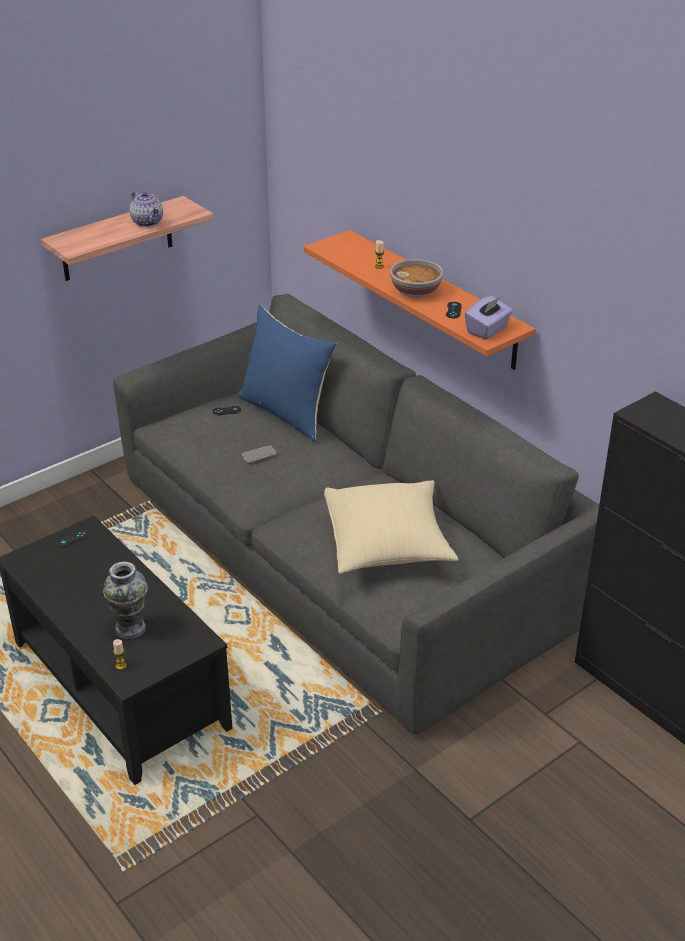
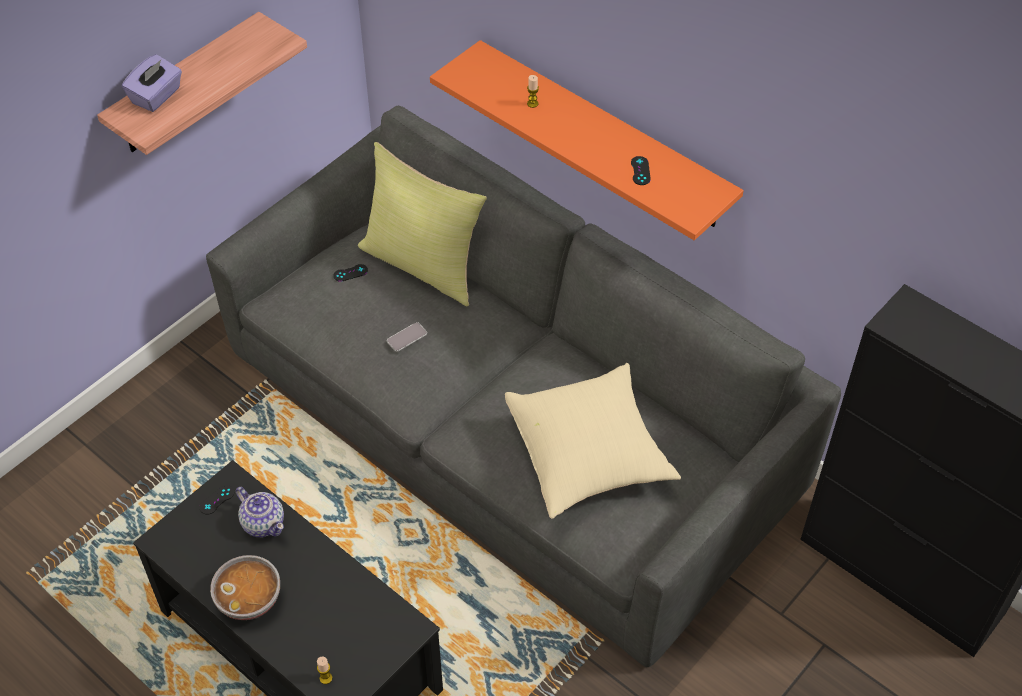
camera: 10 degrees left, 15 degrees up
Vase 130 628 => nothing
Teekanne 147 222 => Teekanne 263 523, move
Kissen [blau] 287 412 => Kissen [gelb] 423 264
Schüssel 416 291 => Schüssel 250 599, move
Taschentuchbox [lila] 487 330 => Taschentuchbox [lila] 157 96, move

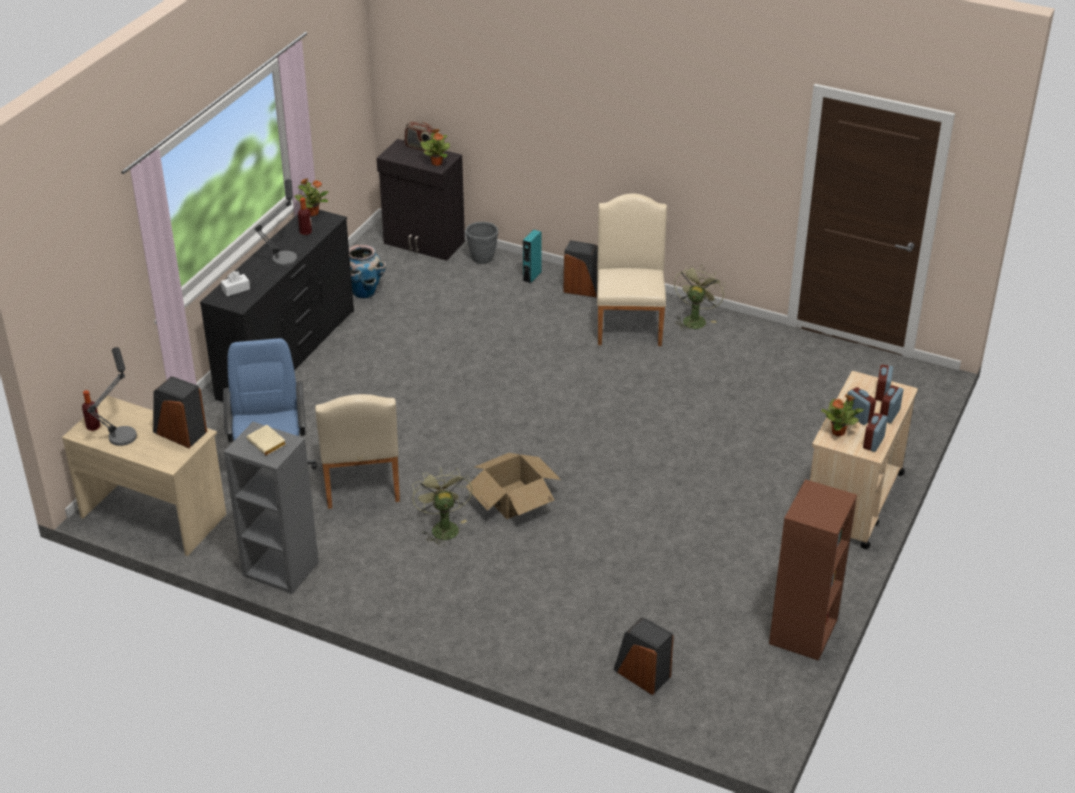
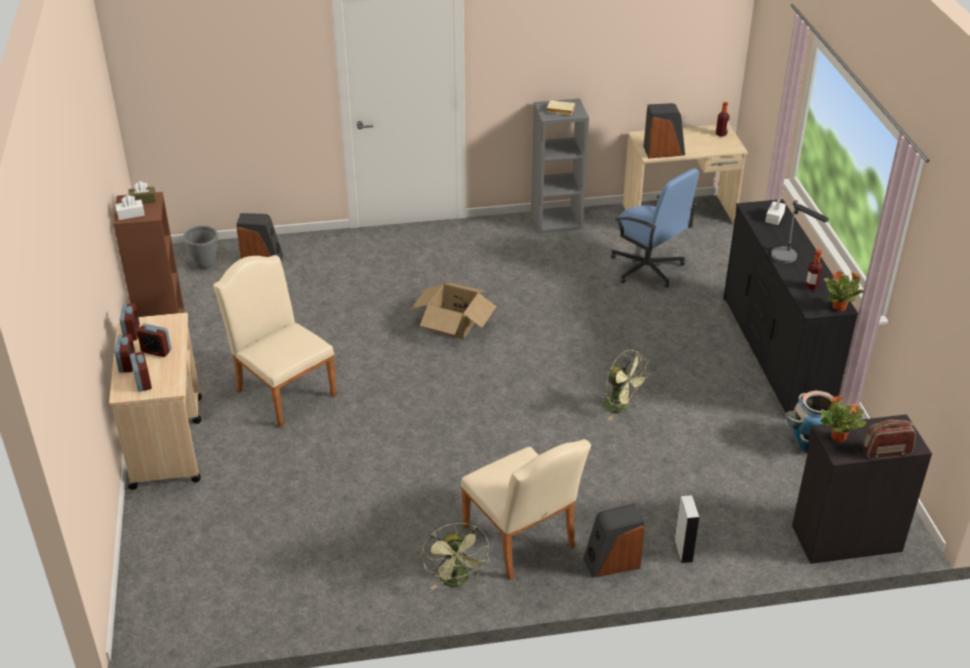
camera: 145 degrees right, 0 degrees up
Tischlampe 123 431 => nothing
Stuhl [beige] 361 484 => Stuhl [beige] 282 389, move
Ventilator [grün] 442 527 => Ventilator [grün] 621 407, move
Pflanzkübel [grau] 482 259 => Pflanzkübel [grau] 205 264, move
Lautsprecher [türkis] 532 276 => Lautsprecher [grau] 683 551
Topfpflanze 838 432 => nothing
nothing => Taschentuchbox [weiß] 131 214
nothing => Taschentuchbox [braun] 143 200

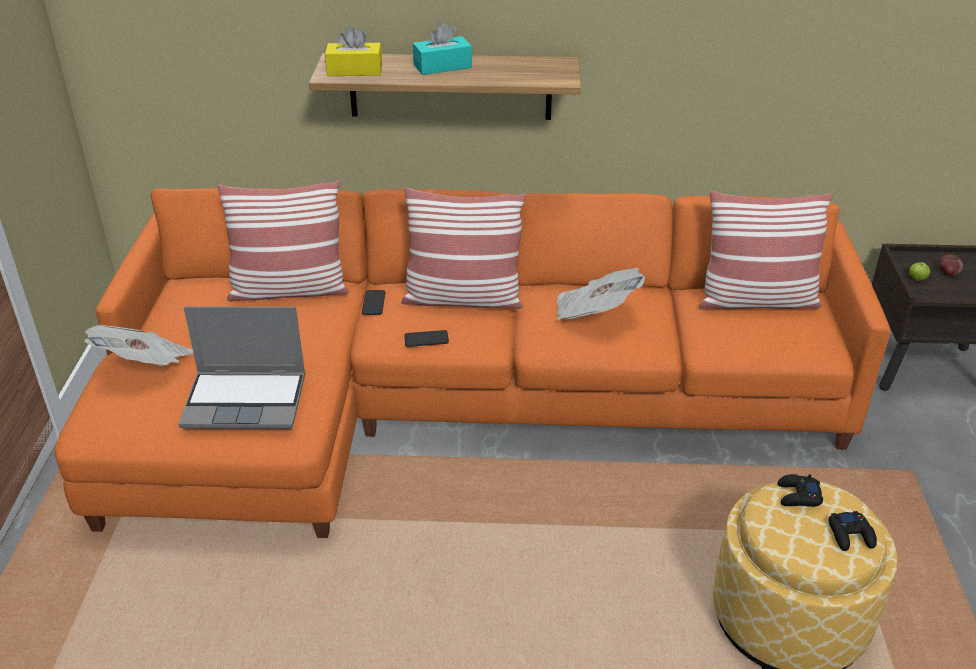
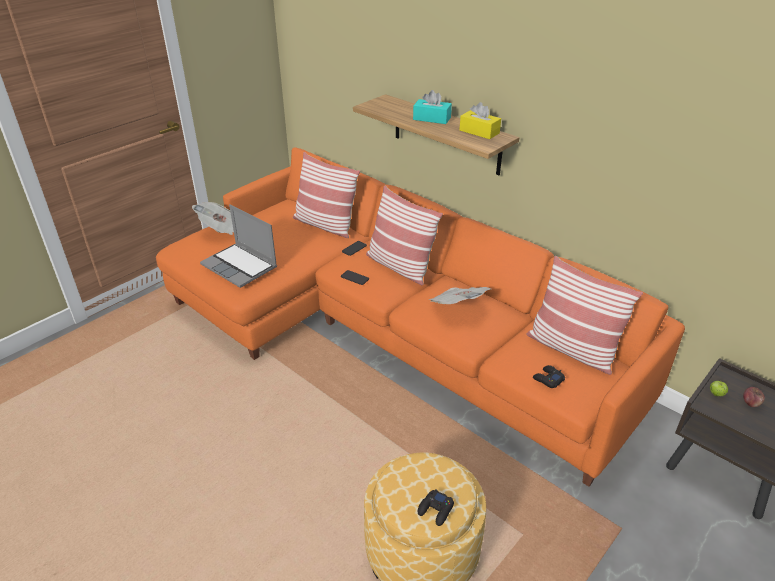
camera: 40 degrees right, 0 degrees up
Taschentuchbox [gelb] 354 70 => Taschentuchbox [gelb] 479 132, move
Gamepad [schwarz] 798 496 => Gamepad [schwarz] 548 379, move

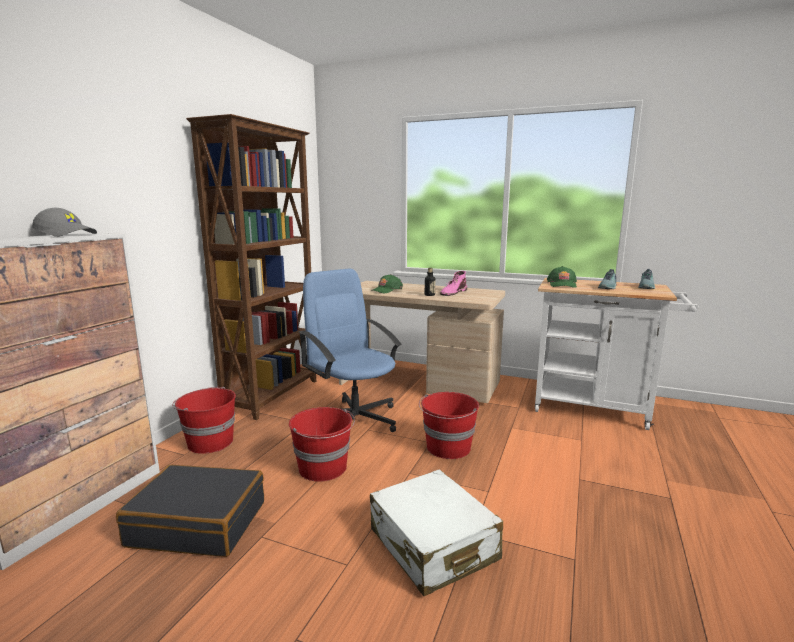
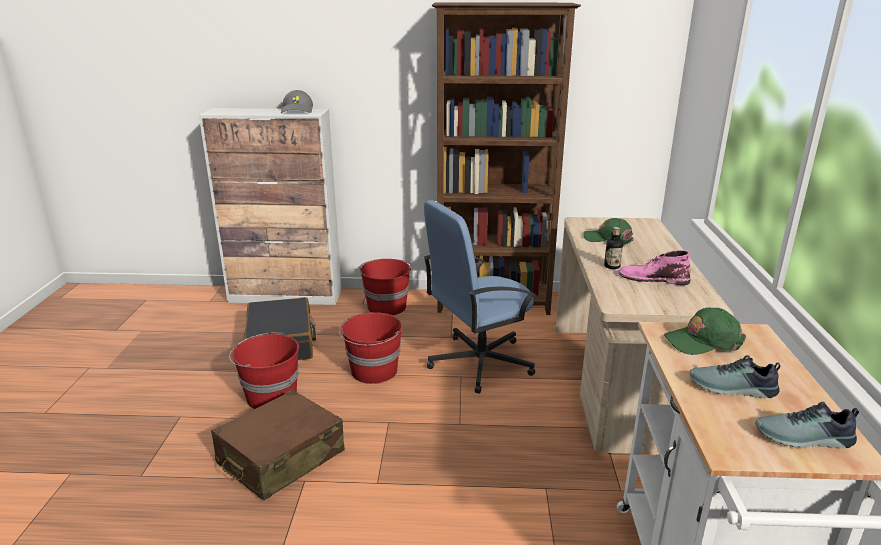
camera: 70 degrees right, 10 degrees up
Bürostuhl [blau] 355 419 => Bürostuhl [blau] 478 362, 150 degrees counterclockwise
Koffer [weiß] 432 545 => Koffer [braun] 280 458
Eimer [rot] 448 448 => Eimer [rot] 270 396, move

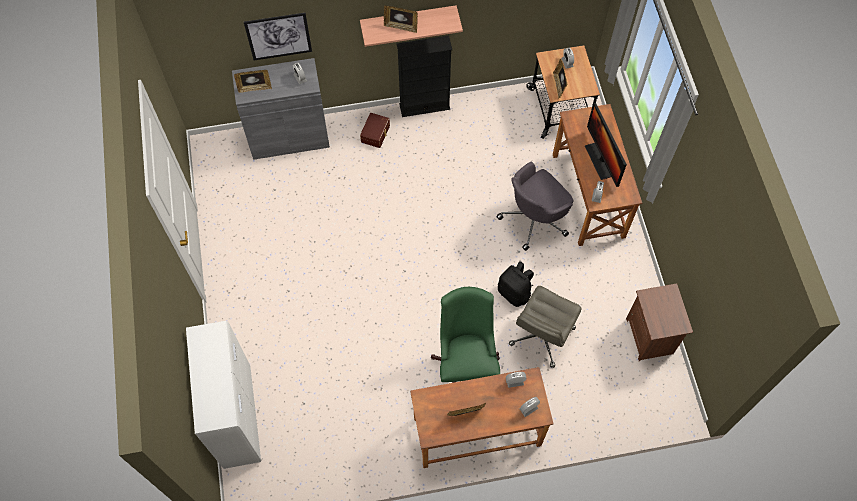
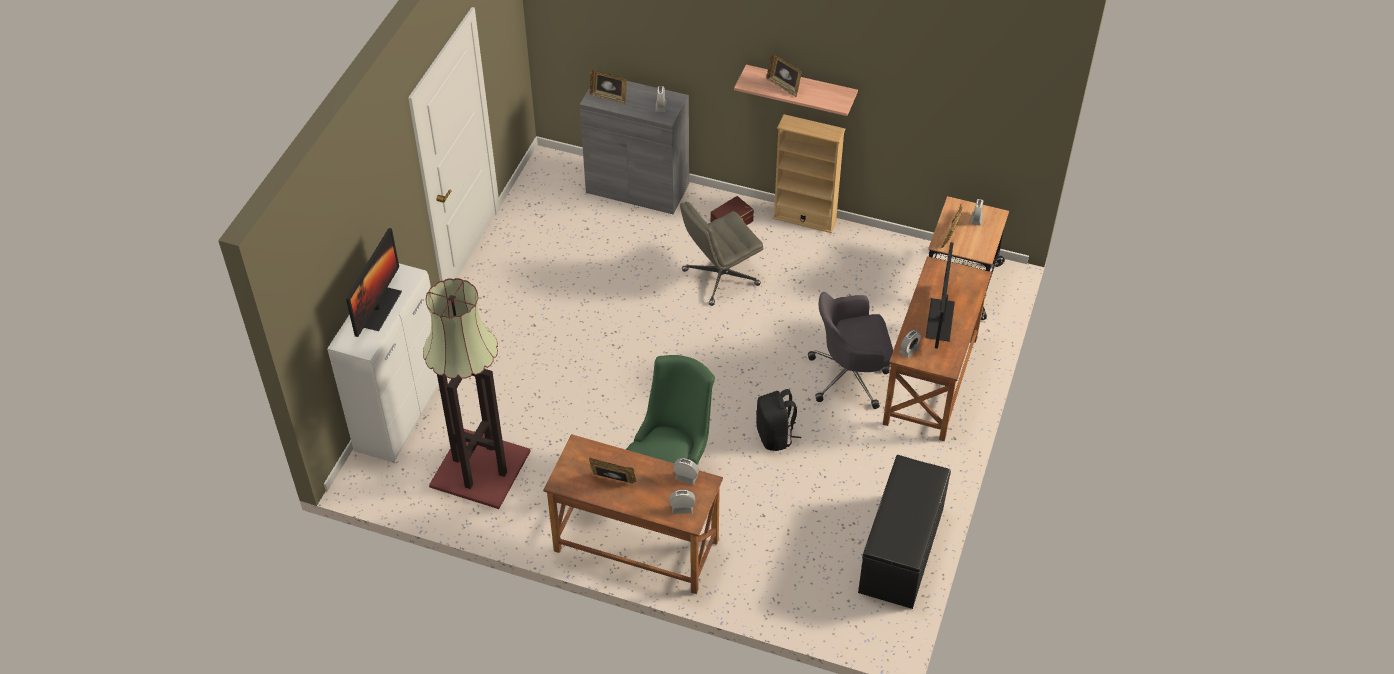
camera: 30 degrees right, 15 degrees down
Bild 278 36 => nothing
Bücherregal [schwarz] 424 106 => Bücherregal [beige] 805 219
Bürostuhl [grau] 542 337 => Bürostuhl [grau] 720 278, move
Nachttisch [braun] 650 336 => Bank [schwarz] 902 550
nothing => Monitor 379 308
nothing => Stehlampe 482 468

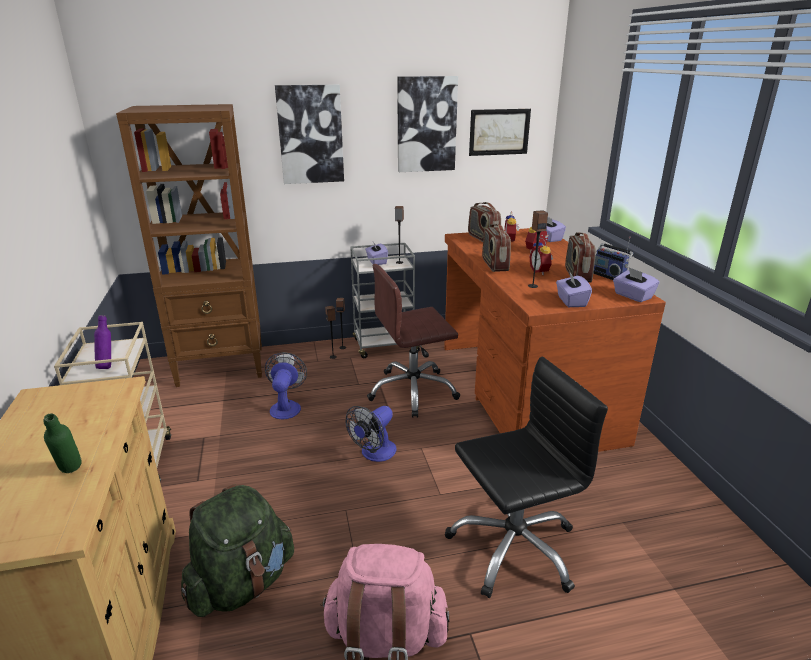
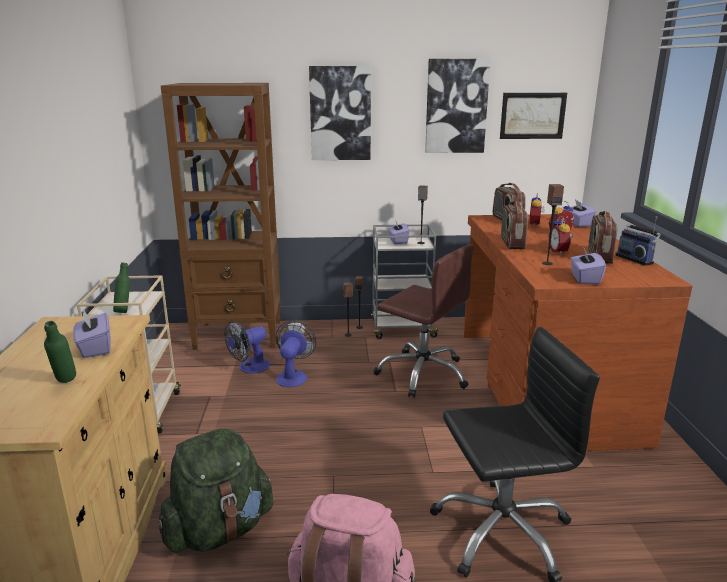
camera: 10 degrees right, 5 degrees down
Flasche [lila] 108 366 => Flasche [grün] 124 311
Ventilator 374 454 => Ventilator 249 368, move
Bürostuhl [braun] 413 392 => Bürostuhl [braun] 423 373, 135 degrees counterclockwise
Taschentuchbox [lila] 632 296 => Taschentuchbox [lila] 95 348, move

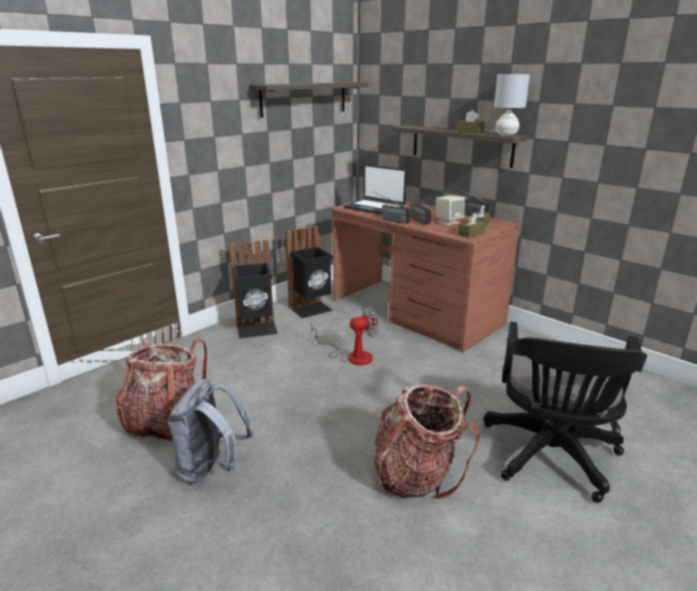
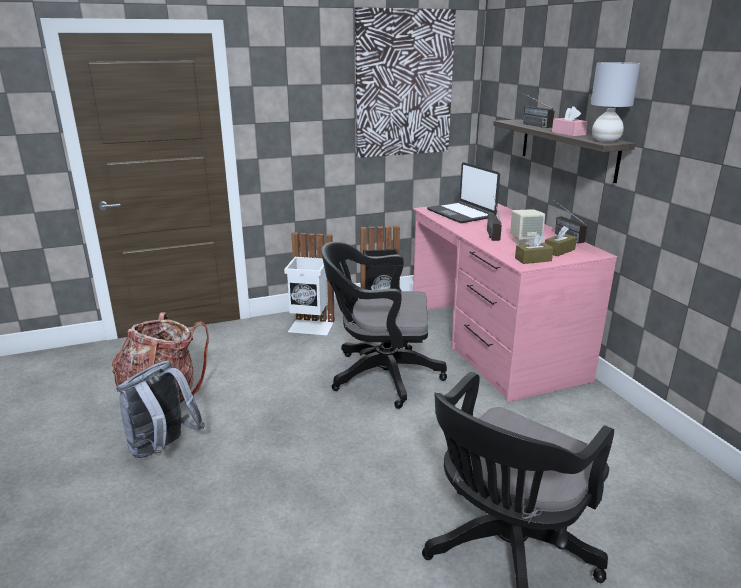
camera: 25 degrees right, 0 degrees up
Mülleimer [schwarz] 257 329 => Mülleimer [weiß] 311 327
Wandregal 304 99 => Bild 404 84
Ventilator 352 356 => Bürostuhl [schwarz] 379 375
Schreibtisch [braun] 415 312 => Schreibtisch [rosa] 492 343
Rucksack 417 475 => nothing
Radio 388 220 => Radio 530 124, move
Taschentuchbox [braun] 470 132 => Taschentuchbox [rosa] 568 133

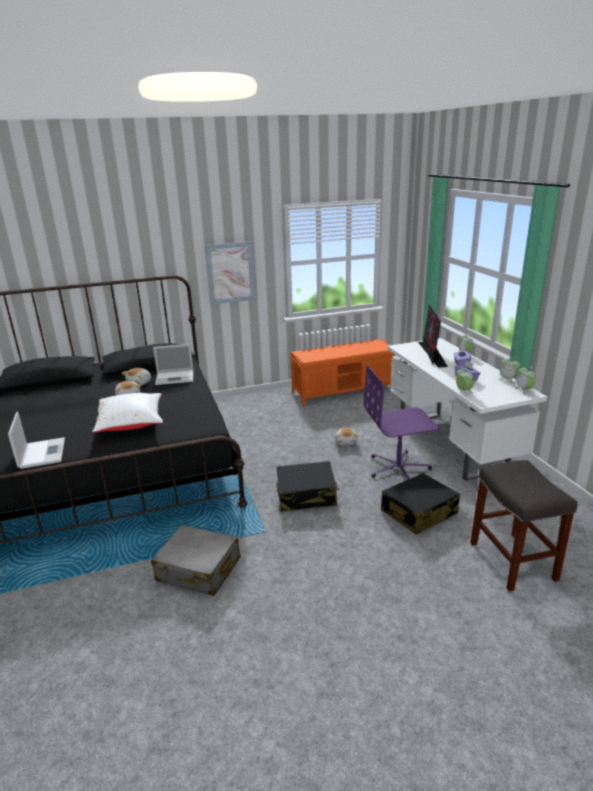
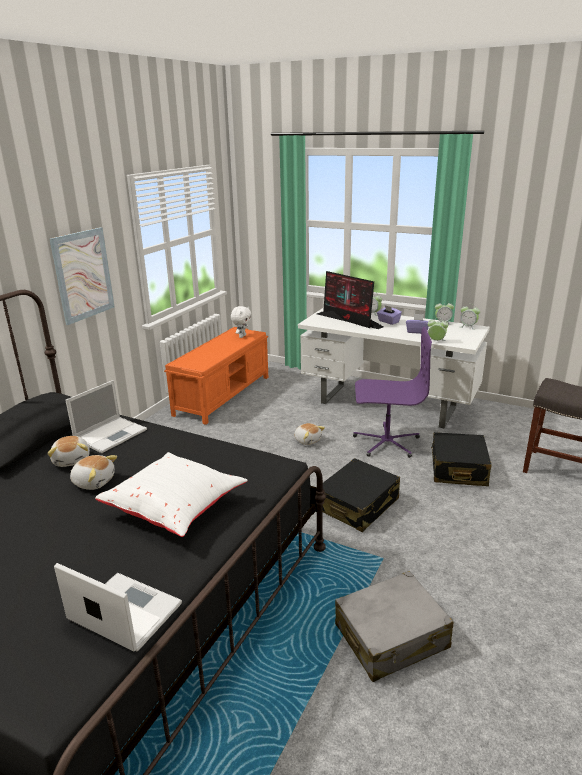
camera: 45 degrees left, 0 degrees up
Bürostuhl [lila] 398 468 => Bürostuhl [lila] 386 442, 120 degrees counterclockwise
nothing => Plüschtier [weiß] 242 336

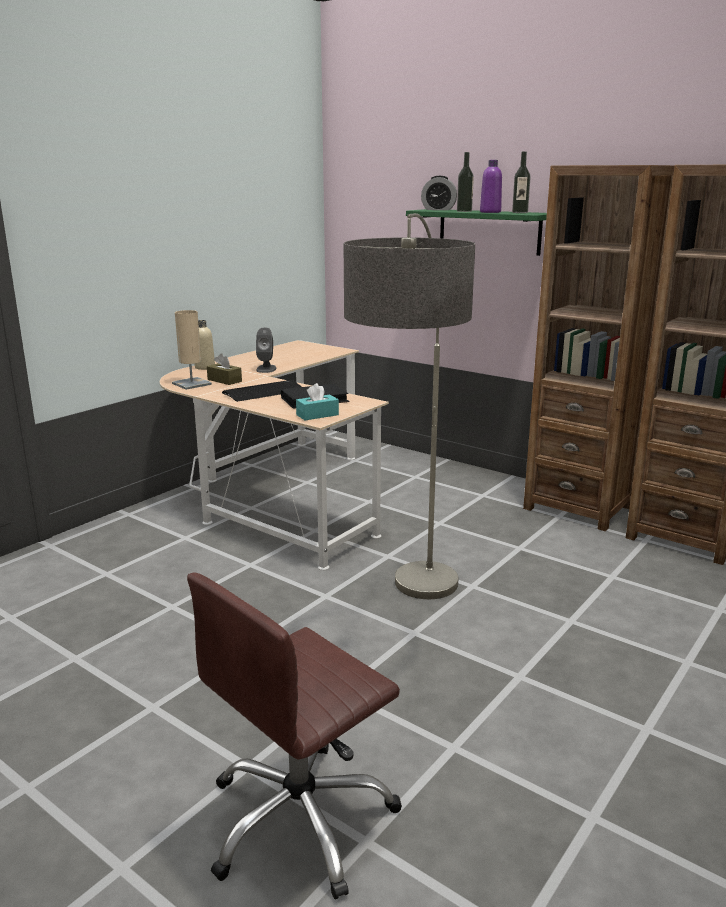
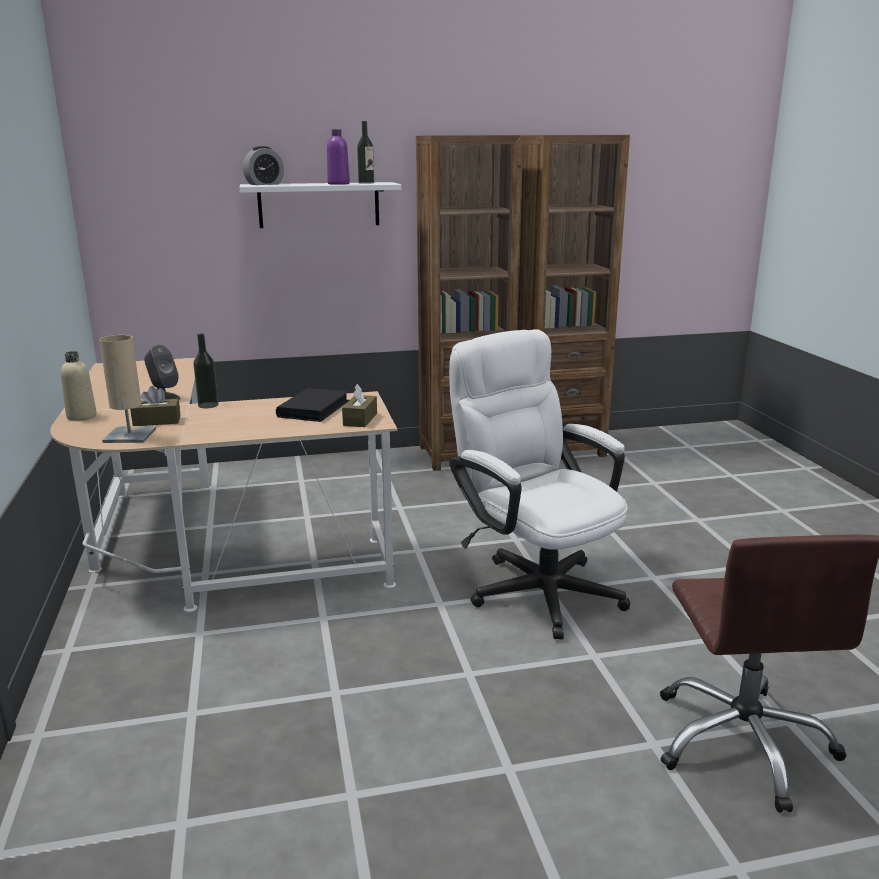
camera: 50 degrees left, 0 degrees up
Tastatur 264 392 => nothing
Taschentuchbox [türkis] 317 415 => Taschentuchbox [braun] 360 419
Stehlampe 410 624 => Bürostuhl [weiß] 535 586
Wandregal [grün] 489 231 => Wandregal [weiß] 319 205
Flasche 464 211 => Flasche 208 405, move

